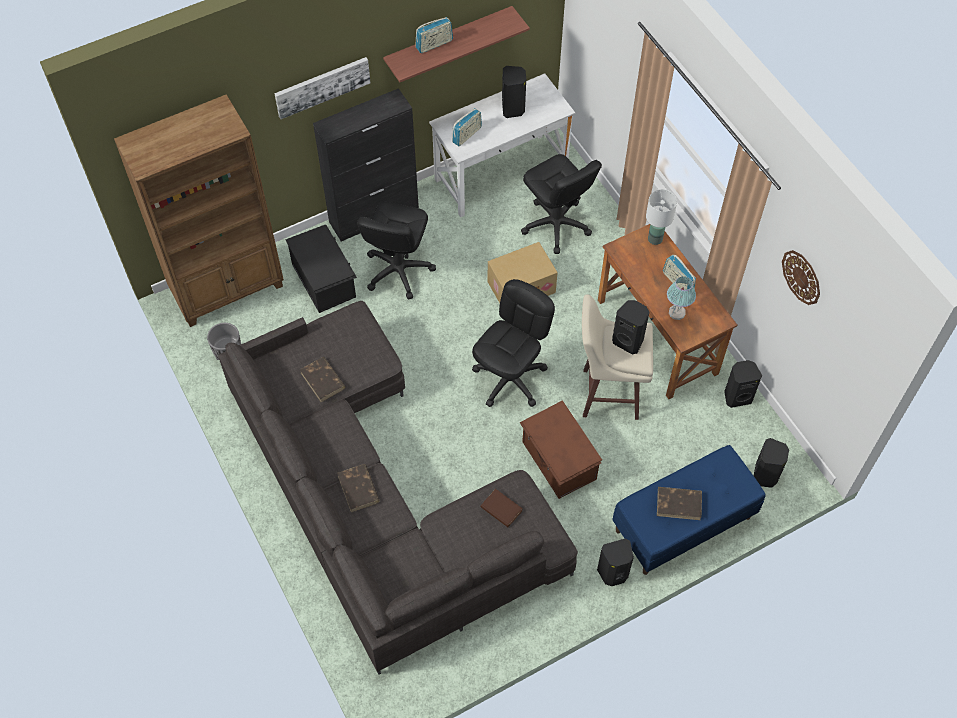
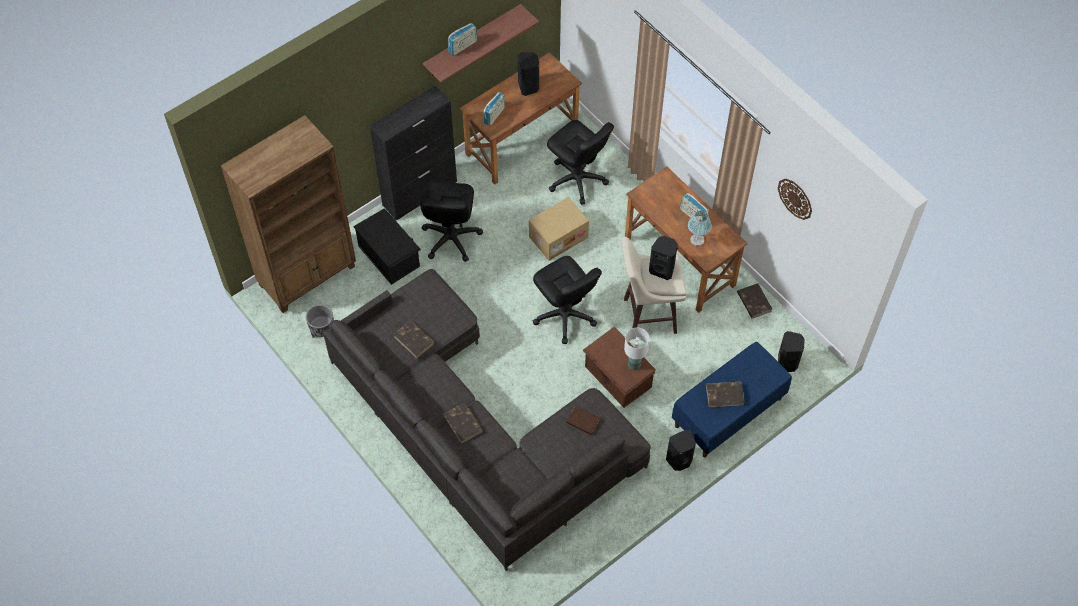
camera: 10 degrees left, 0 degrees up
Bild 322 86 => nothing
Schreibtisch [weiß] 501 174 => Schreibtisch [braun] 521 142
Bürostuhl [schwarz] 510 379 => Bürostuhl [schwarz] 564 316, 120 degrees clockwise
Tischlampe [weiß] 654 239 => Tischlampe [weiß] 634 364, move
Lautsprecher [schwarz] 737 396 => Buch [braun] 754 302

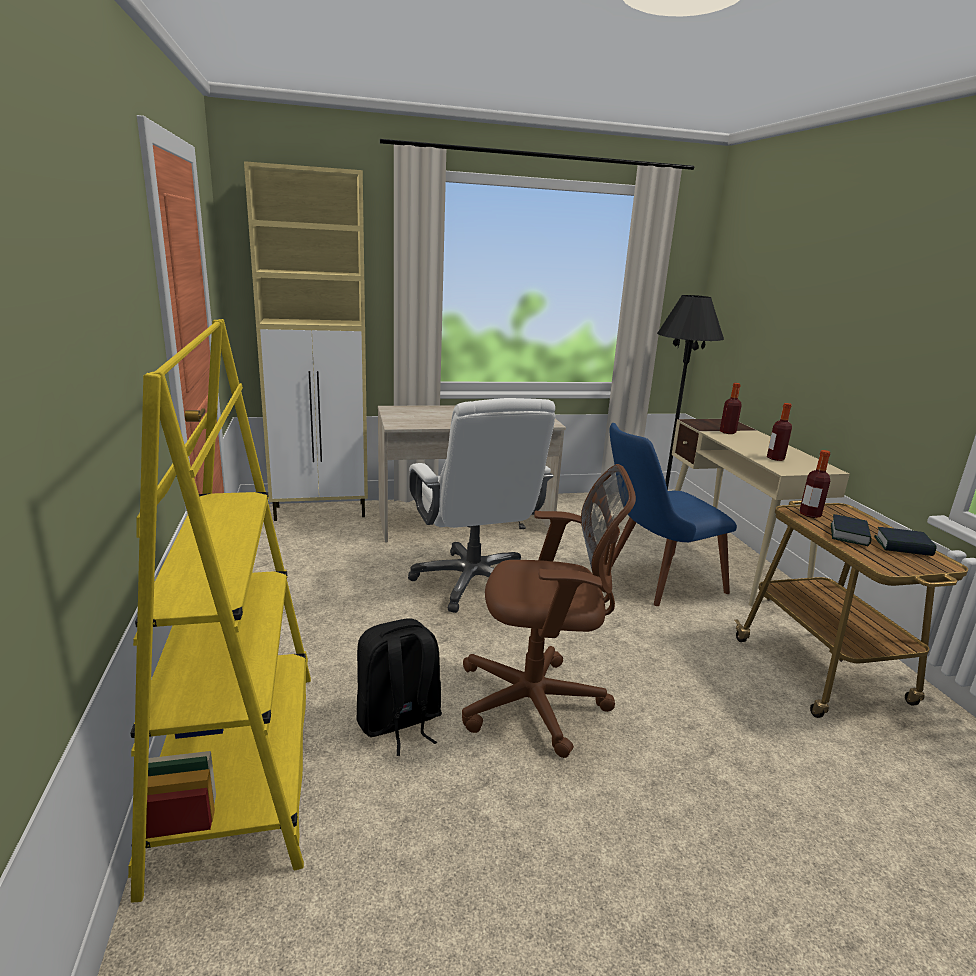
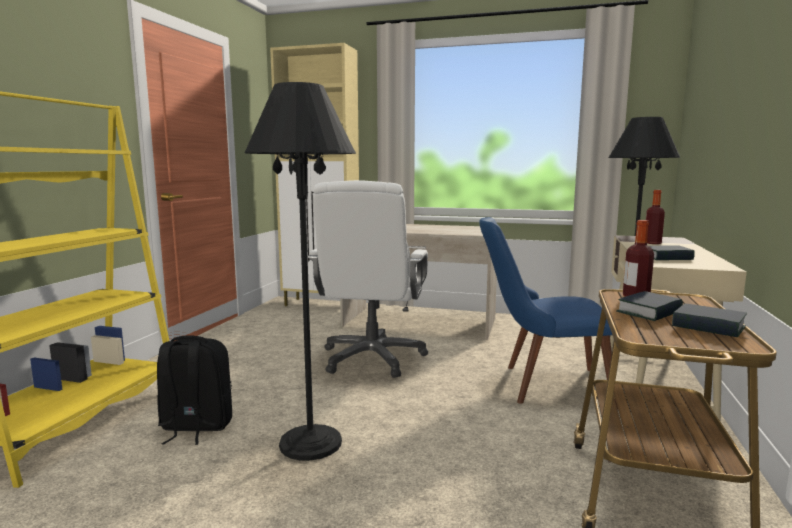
camera: 30 degrees right, 10 degrees down
Bürostuhl [braun] 538 703 => Stehlampe [schwarz] 310 443
Flasche 775 458 => Buch 667 257

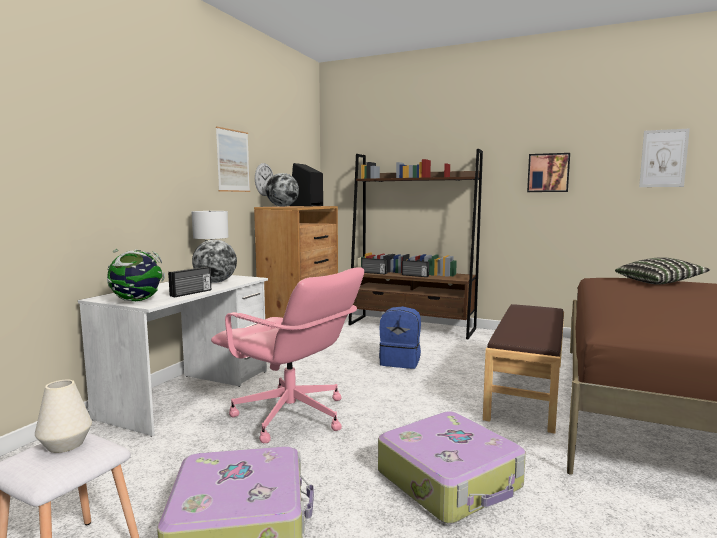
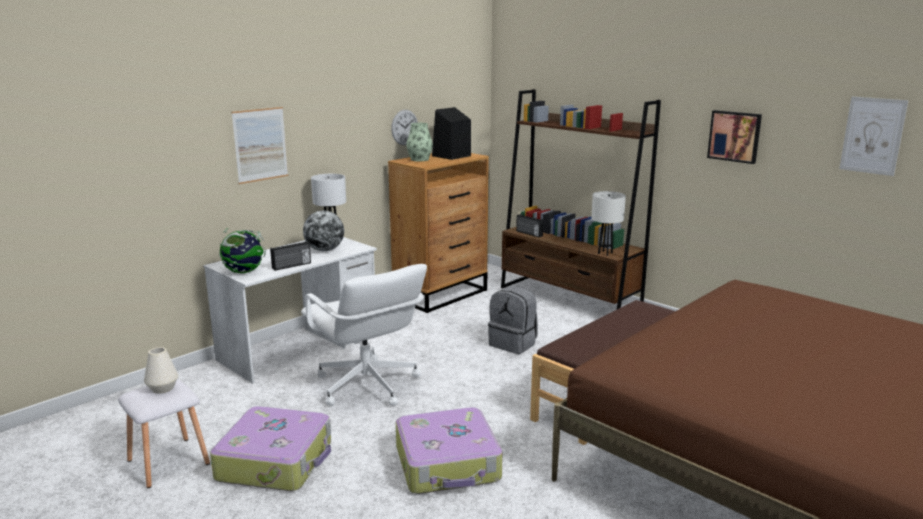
camera: 20 degrees right, 10 degrees up
Bürostuhl [rosa] 291 417 => Bürostuhl [weiß] 366 386
Bild 233 161 => Bild 260 145, move
Globus 282 206 => Vase 419 159
Rucksack [blau] 400 362 => Rucksack [grau] 513 344
Radio 415 276 => nothing
Kissen 659 282 => nothing
nothing => Tischlampe [weiß] 605 253

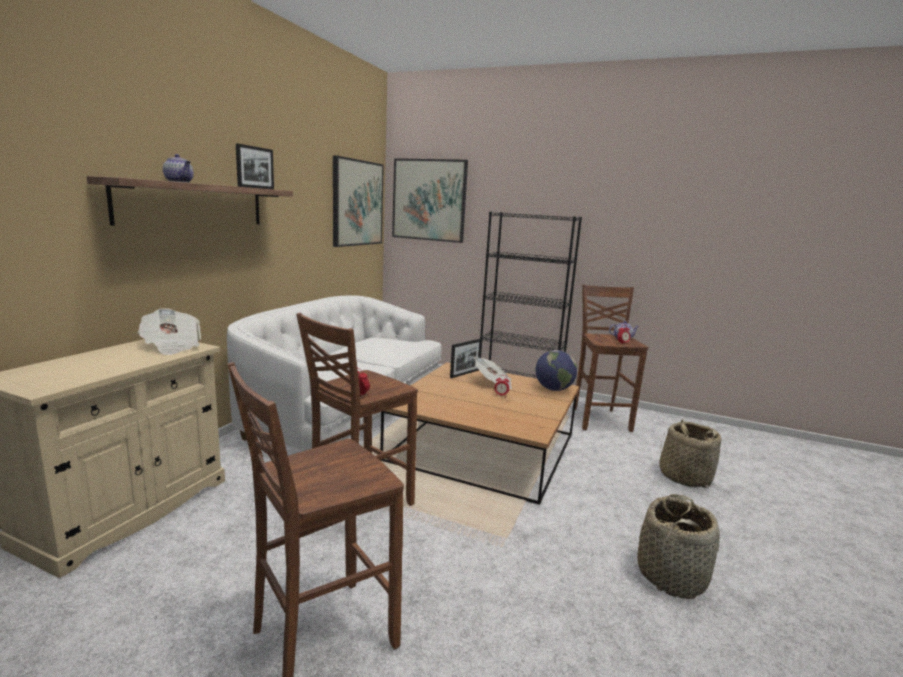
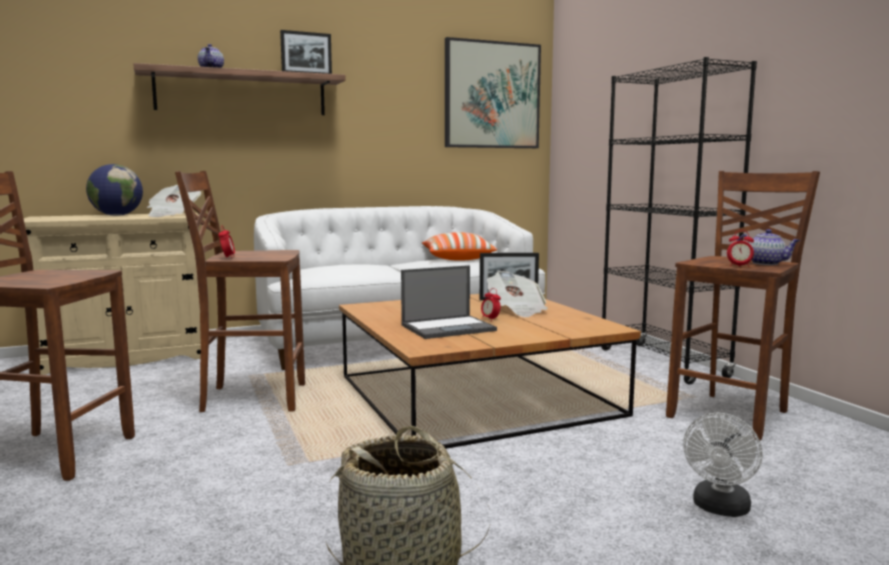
camera: 45 degrees right, 5 degrees down
Bild 429 200 => nothing
Globus 553 389 => Globus 117 215, move
Korb 684 477 => Ventilator [weiß] 720 509
nothing => Laptop 449 328
nothing => Kissen 457 258

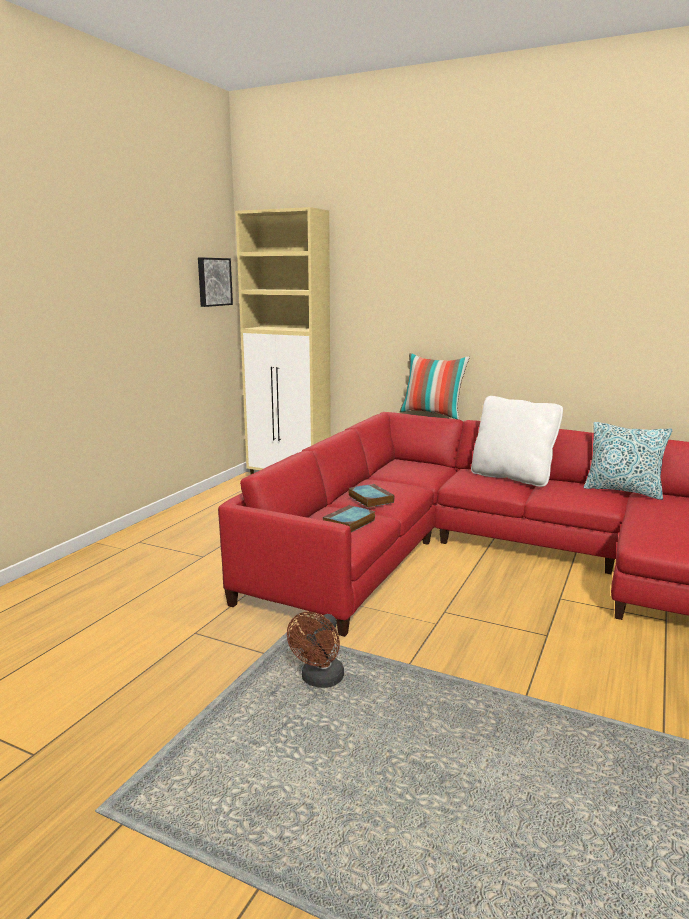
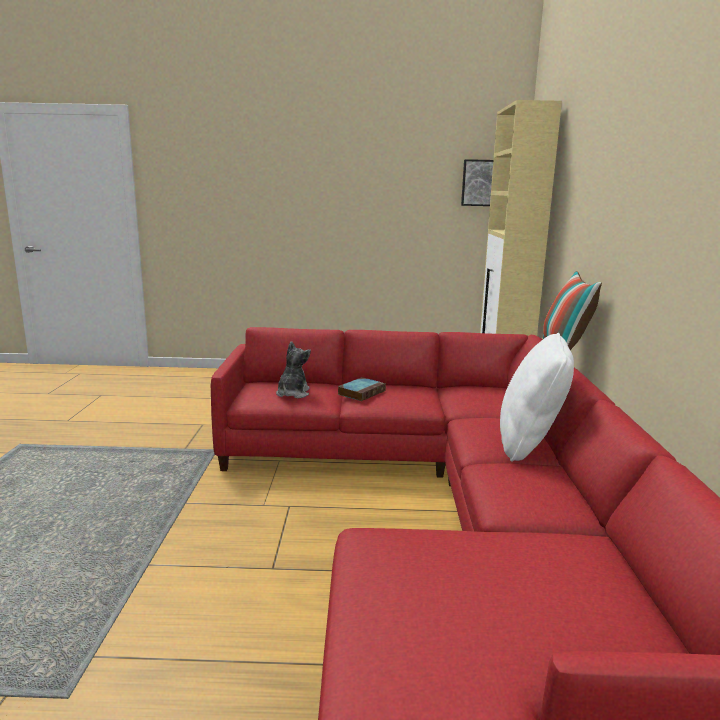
camera: 65 degrees right, 0 degrees up
Ventilator [braun] 319 680 => nothing
Buch 349 523 => Plüschtier 292 393
Kissen 623 491 => nothing

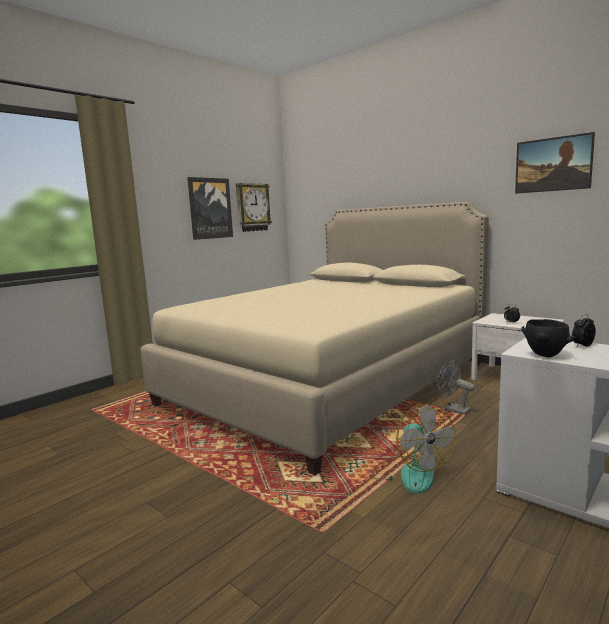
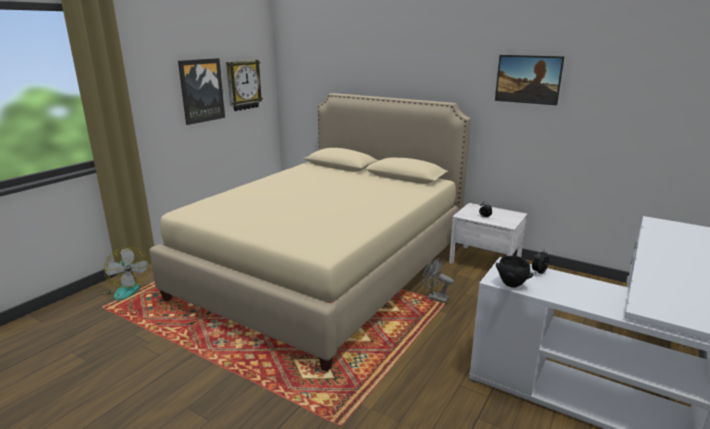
camera: 10 degrees left, 10 degrees up
Ventilator 410 473 => Ventilator 125 289, move

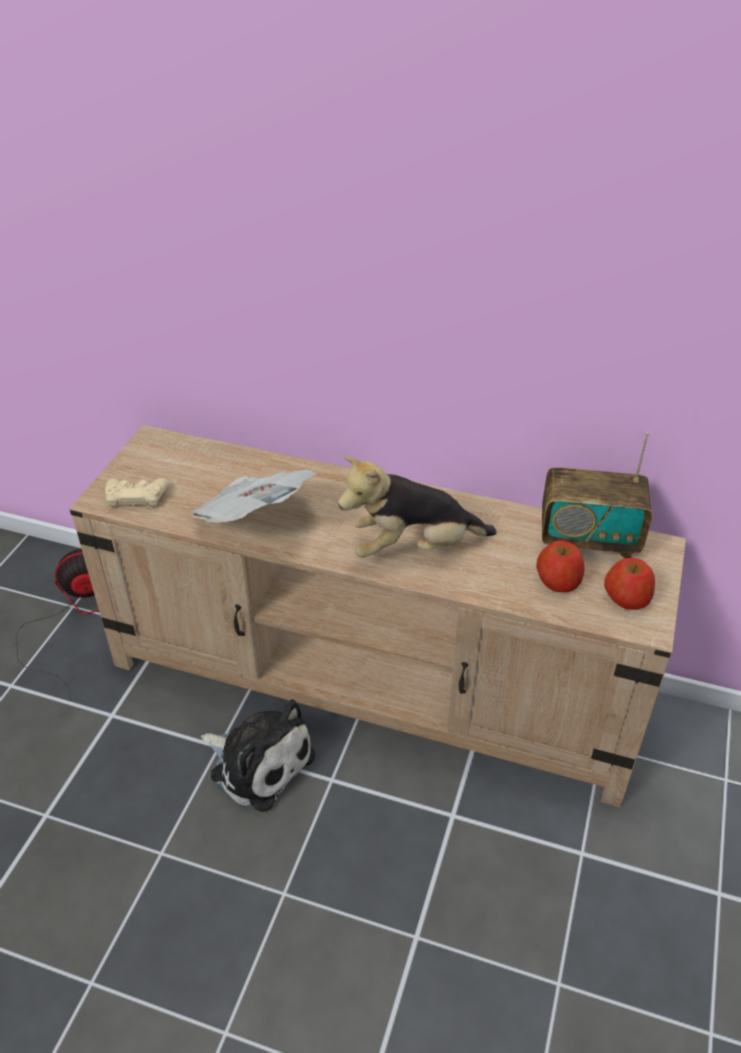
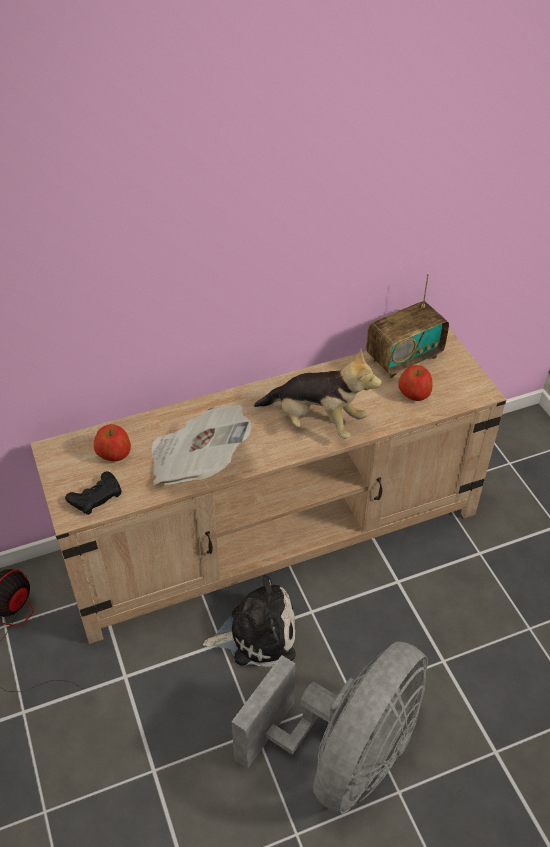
camera: 40 degrees left, 5 degrees up
Gamepad [beige] 136 496 => Gamepad [schwarz] 95 496
Plüschtier 413 548 => Plüschtier 316 422, 105 degrees counterclockwise
Apfel 626 598 => Apfel 114 453, move
nothing => Ventilator [grau] 343 754

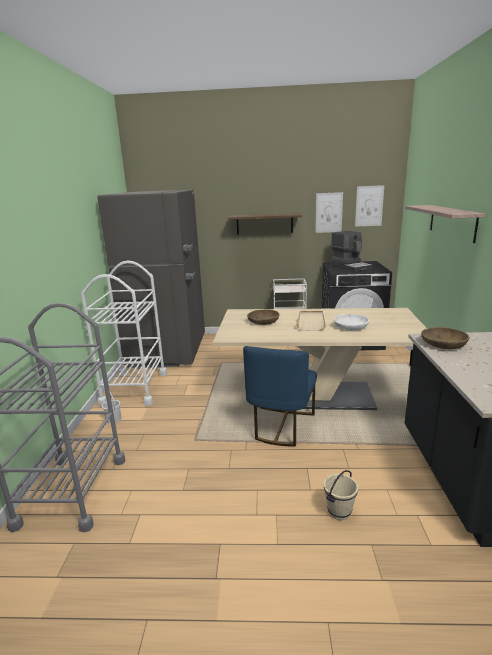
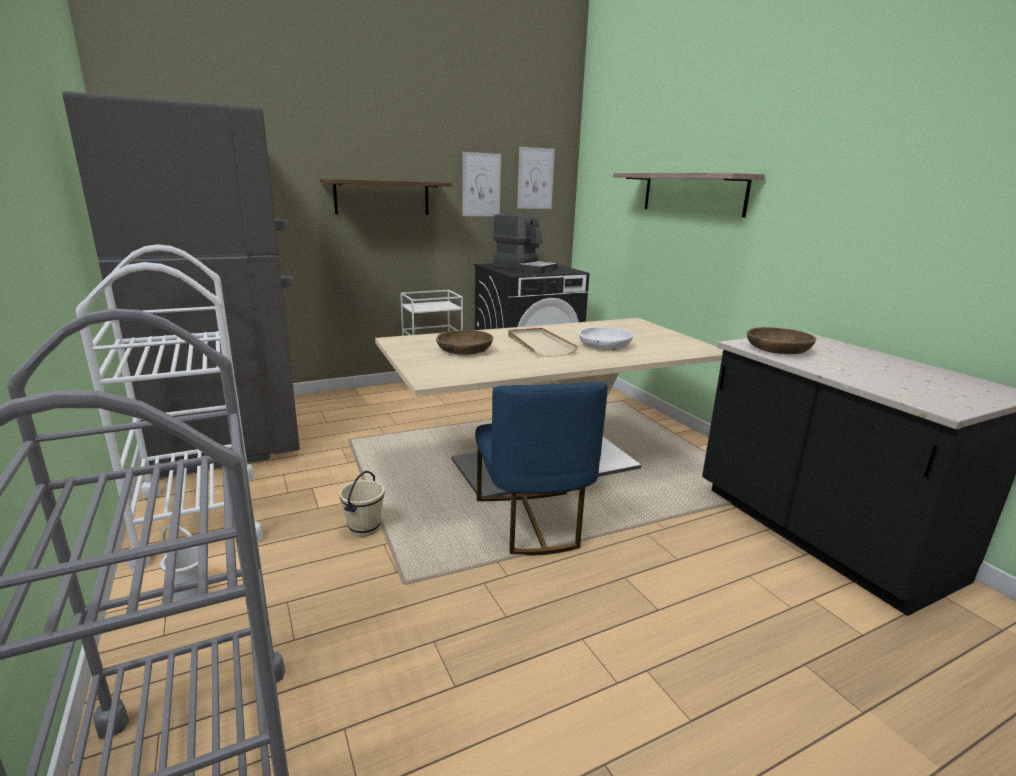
camera: 30 degrees left, 0 degrees up
Eimer [beige] 339 512 => Eimer [beige] 365 528, move

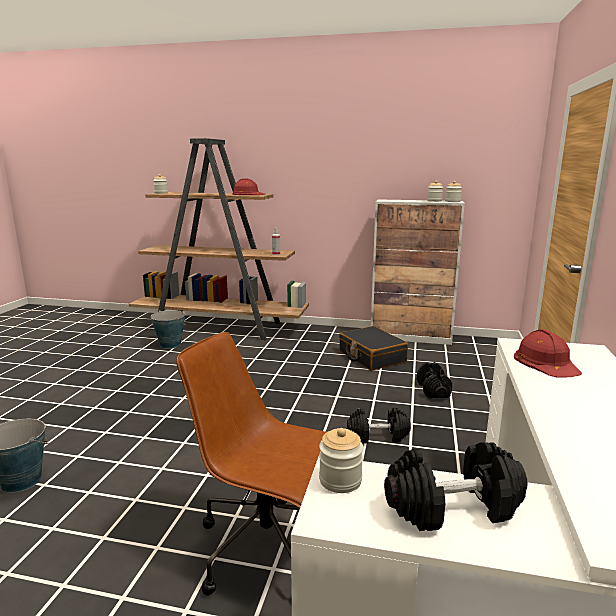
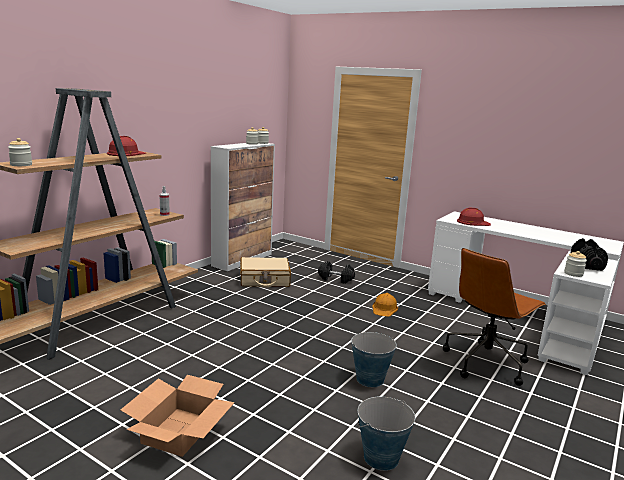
camera: 70 degrees left, 0 degrees up
Eimer 170 344 => Eimer 369 379, move
Koffer [schwarz] 371 357 => Koffer [beige] 264 280
Hantel [schwarz] 377 436 => Schutzhelm [orange] 384 309
nothing => Karton 179 431

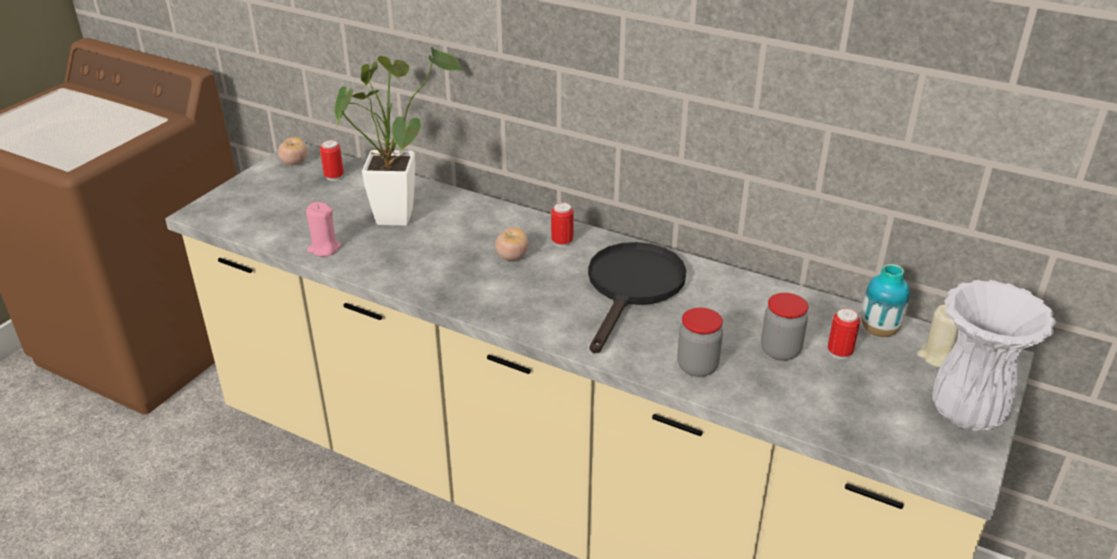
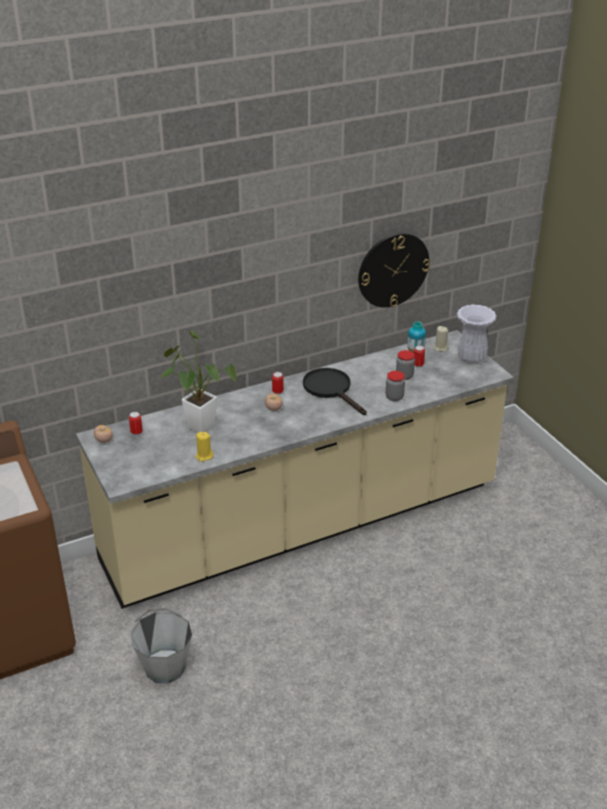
camera: 55 degrees left, 0 degrees up
Kerze [rosa] 324 249 => Kerze [gelb] 204 456
nothing => Eimer [grau] 165 667
nothing => Wanduhr 393 270

